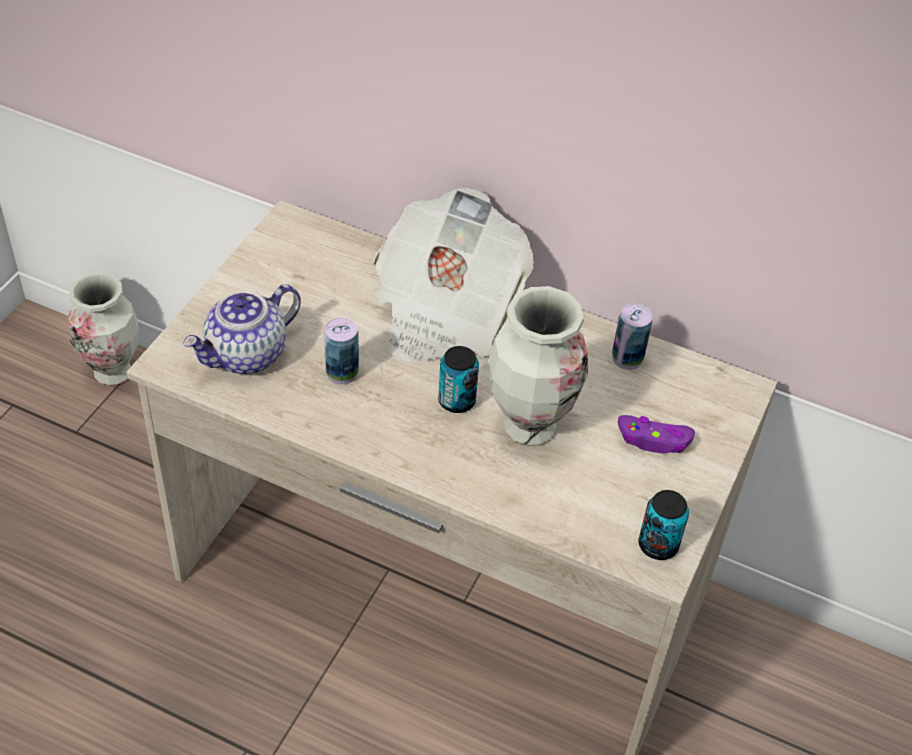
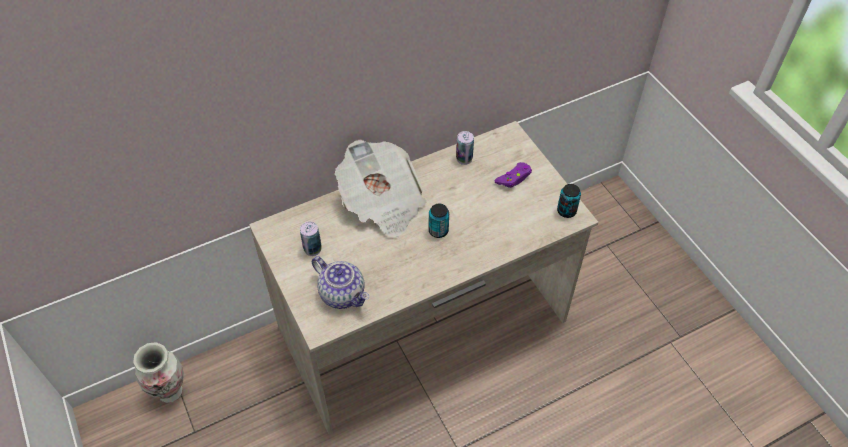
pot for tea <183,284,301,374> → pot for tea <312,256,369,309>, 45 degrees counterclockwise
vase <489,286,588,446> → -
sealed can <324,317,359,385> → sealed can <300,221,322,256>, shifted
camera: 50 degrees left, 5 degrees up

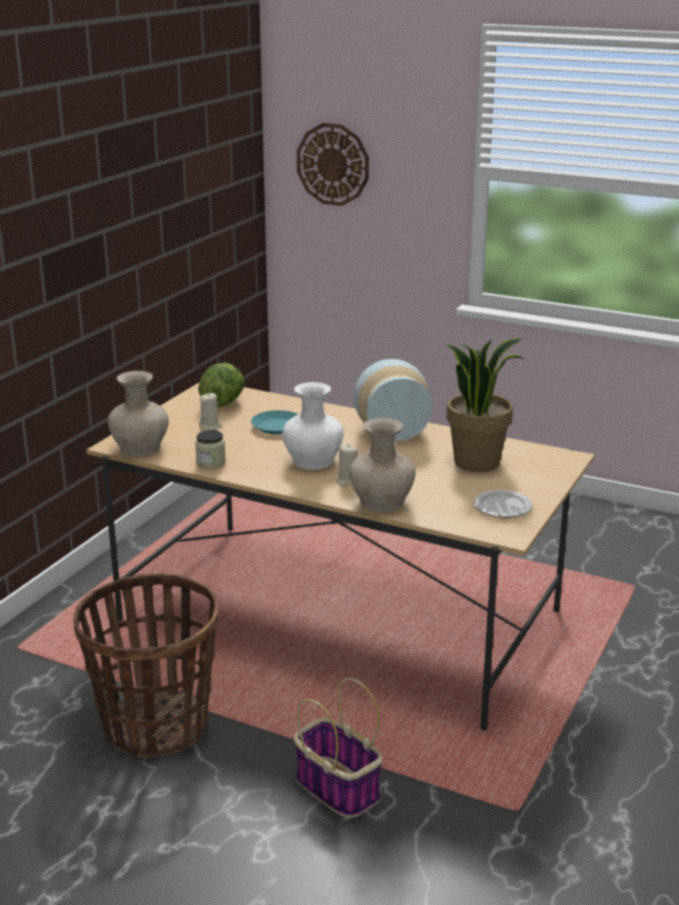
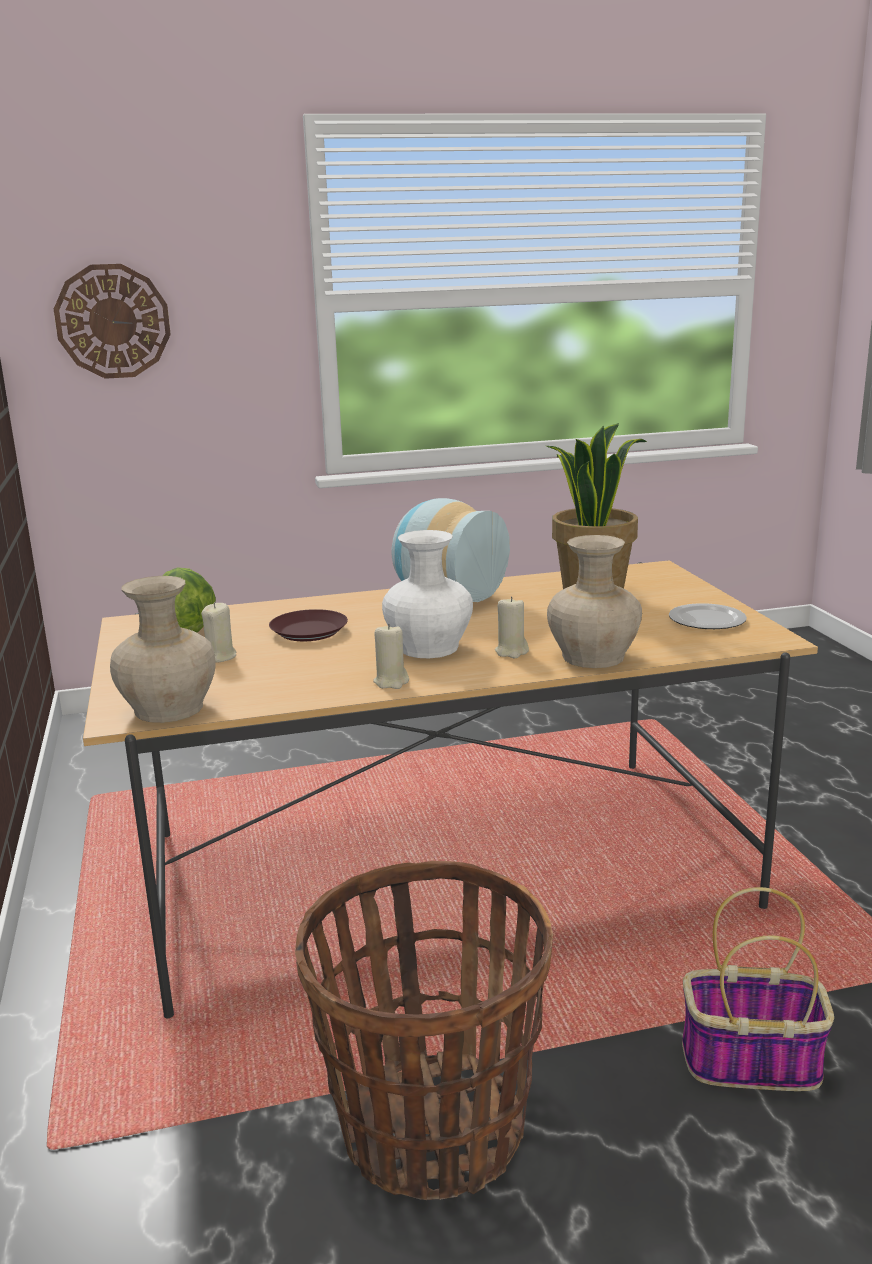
blue-green flat dish <251,410,299,435> → brownish flat dish <269,609,348,641>
jar <195,430,226,469> → -
- → sand-coloured candle <373,624,409,689>
camera: 40 degrees left, 5 degrees down

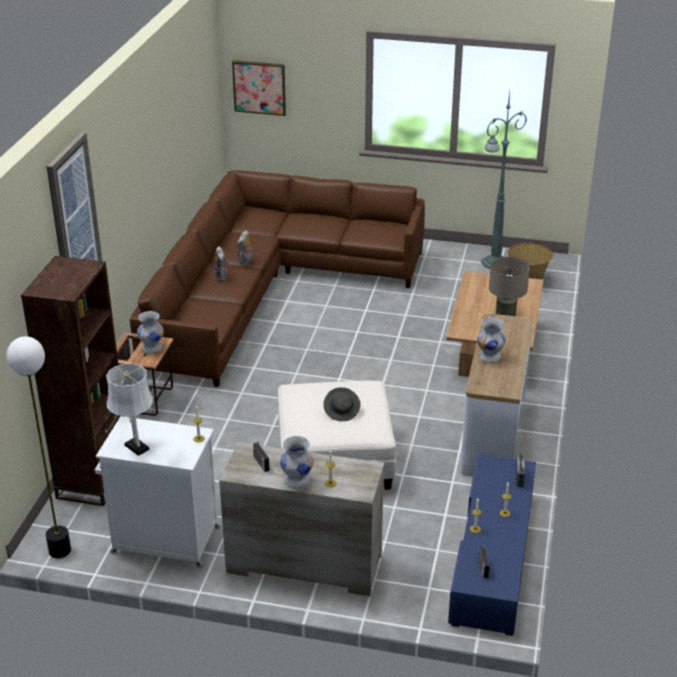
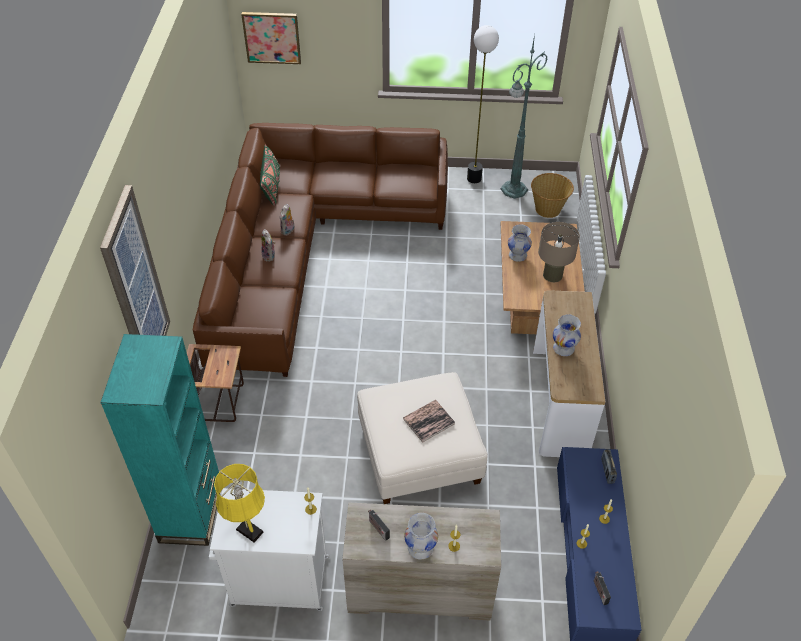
brownish bookcase <21,256,120,506> → blue-green bookcase <100,334,219,546>
white-coloured vase <137,311,164,354> → white-coloured vase <508,225,532,262>, shifted
standing lamp <7,336,71,558> → standing lamp <467,25,499,183>, shifted
white-coloured lamp for a table <107,363,153,456> → yellow lamp for a table <214,464,265,543>
greyish wearable hat <323,387,361,421> → bound book <403,400,455,443>
- → green pillow <260,145,280,206>
camera: 10 degrees left, 15 degrees up

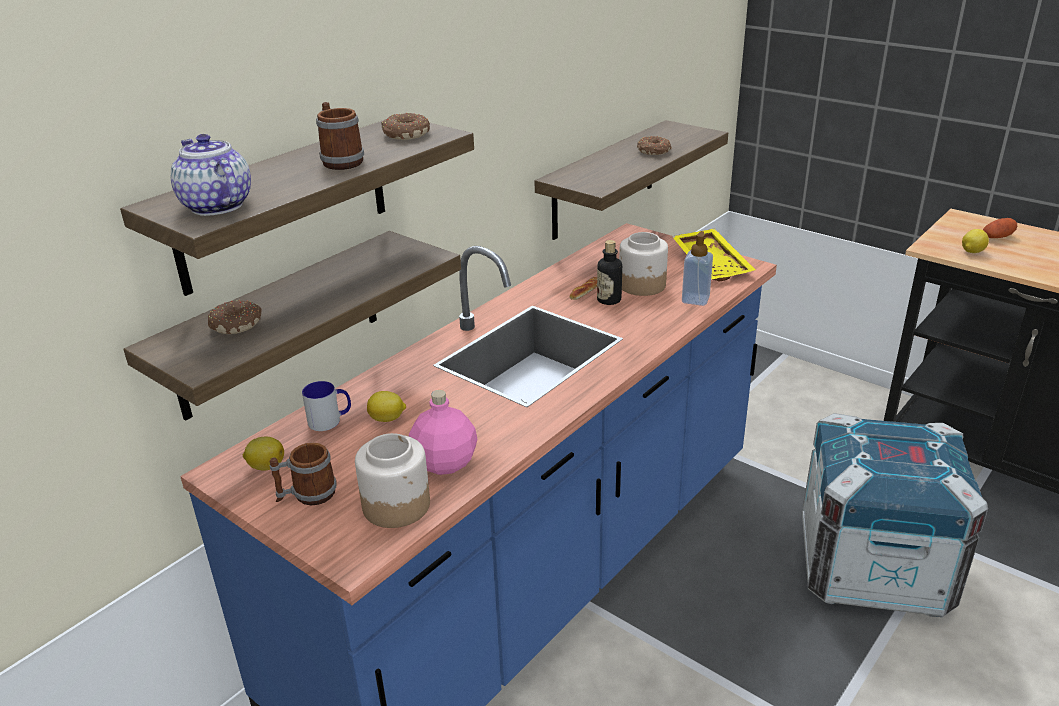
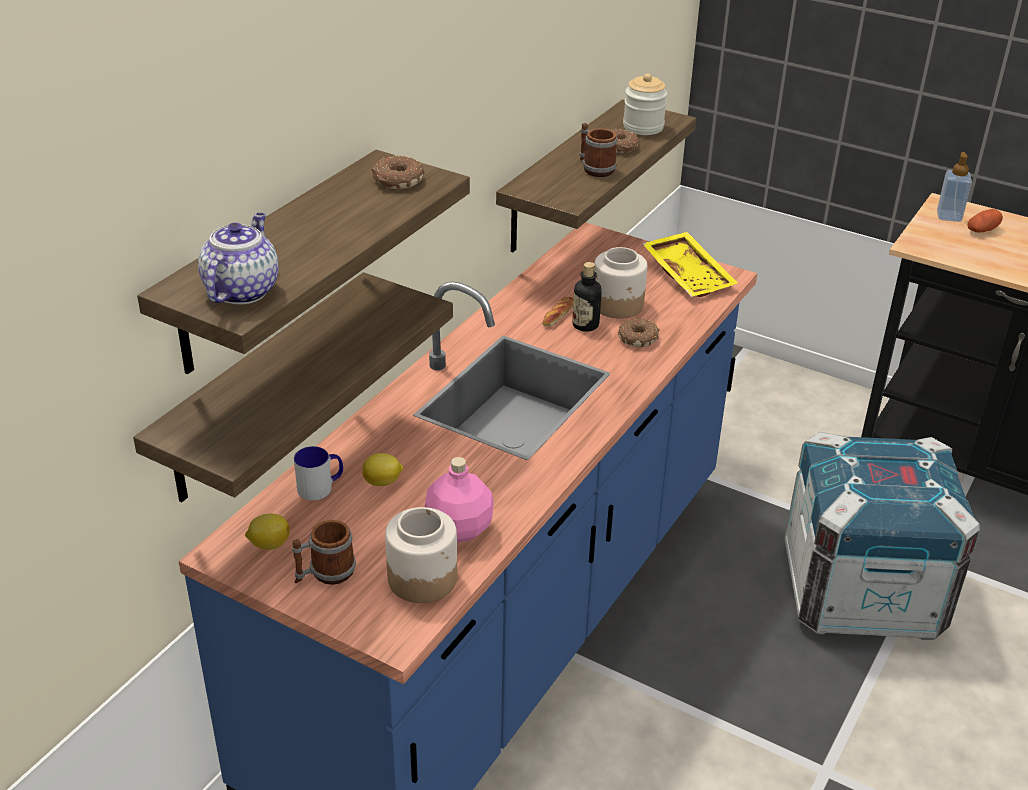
mug <316,102,364,170> → mug <580,123,617,177>, shifted
pot for tea <171,134,251,216> → pot for tea <198,213,279,304>, 60 degrees clockwise
whole lemon <962,229,989,253> → -
soap dispenser <682,231,713,306> → soap dispenser <937,152,972,222>, shifted
ring doughnut <208,300,262,334> → ring doughnut <618,318,660,347>, shifted
- → jar <623,73,667,135>
camera: 10 degrees left, 5 degrees up

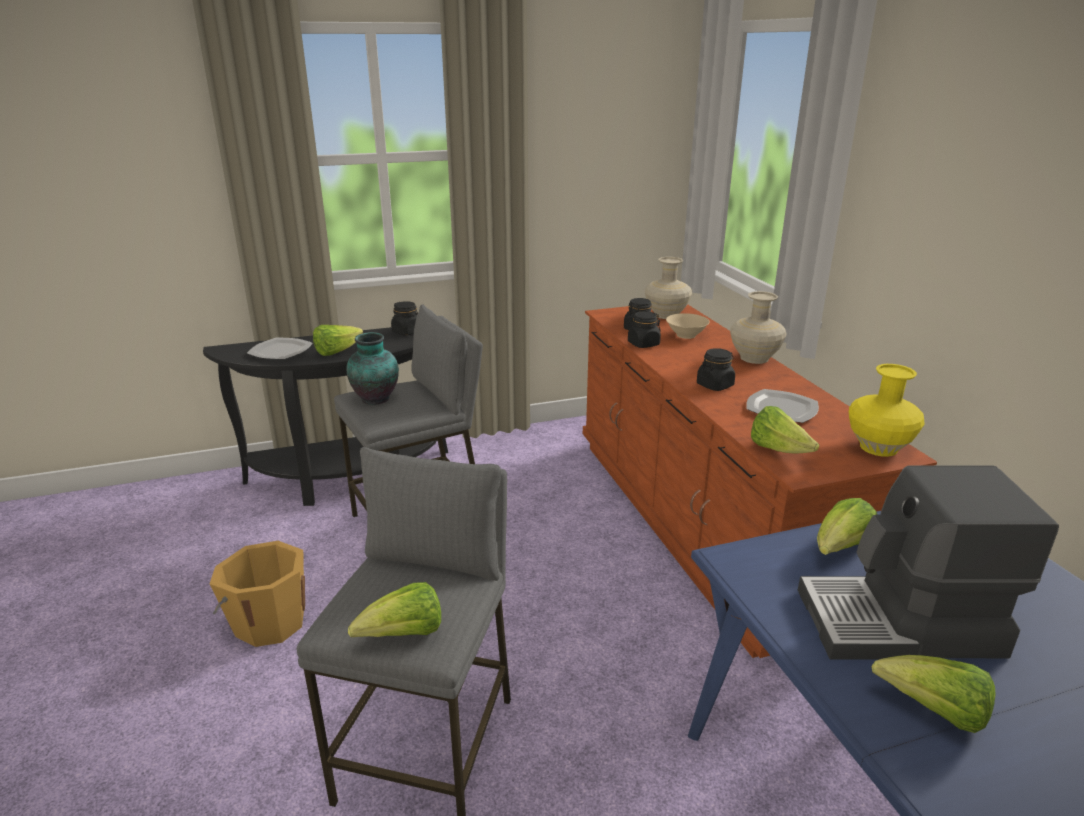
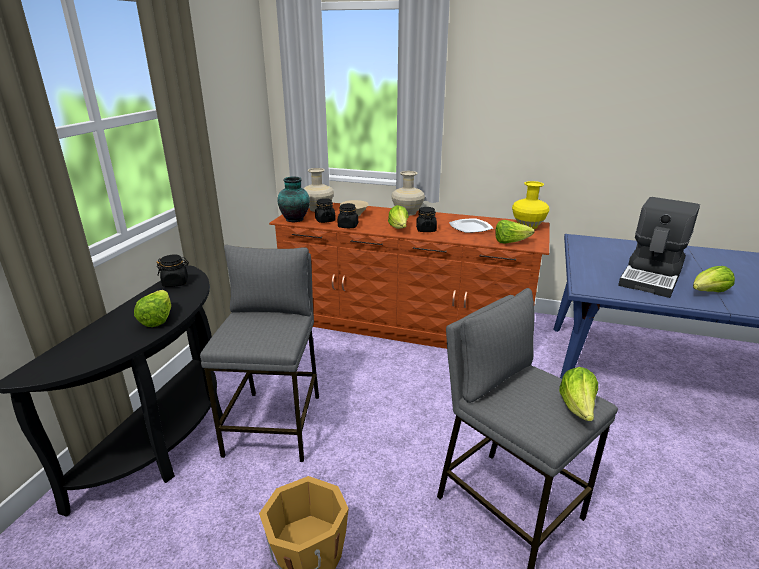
vase <346,332,399,405> → vase <277,176,310,222>, shifted
flat dish <247,338,313,359> → -
lettuce head <817,498,878,555> → lettuce head <388,205,409,229>, shifted
camera: 55 degrees left, 0 degrees up

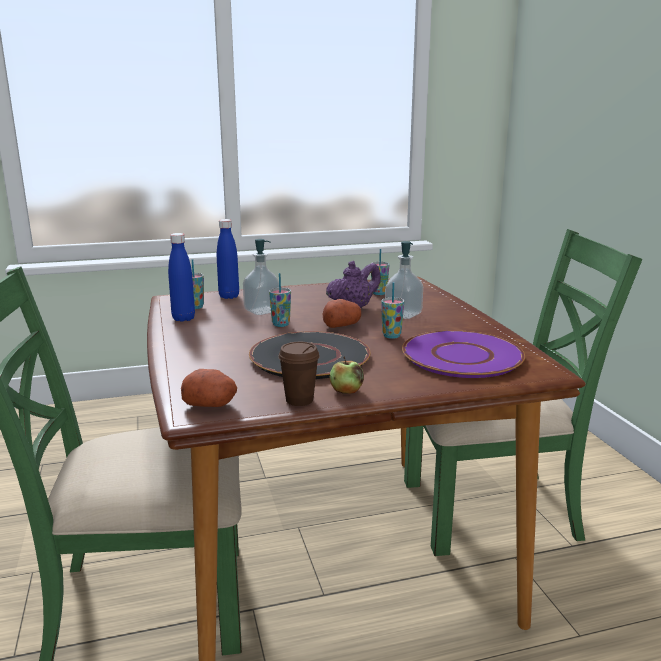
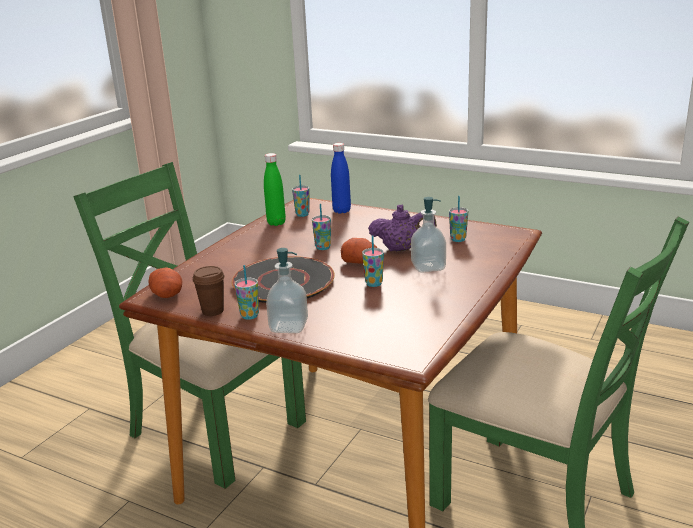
blue-coloured drink bottle <168,233,195,322> → green drink bottle <264,153,286,226>
soap dispenser <243,239,279,315> → soap dispenser <266,248,308,333>, shifted
purple flat dish <402,330,525,378> → -
apple fruit <330,357,364,394> → drinking cup <234,265,259,320>
camera: 45 degrees right, 5 degrees up

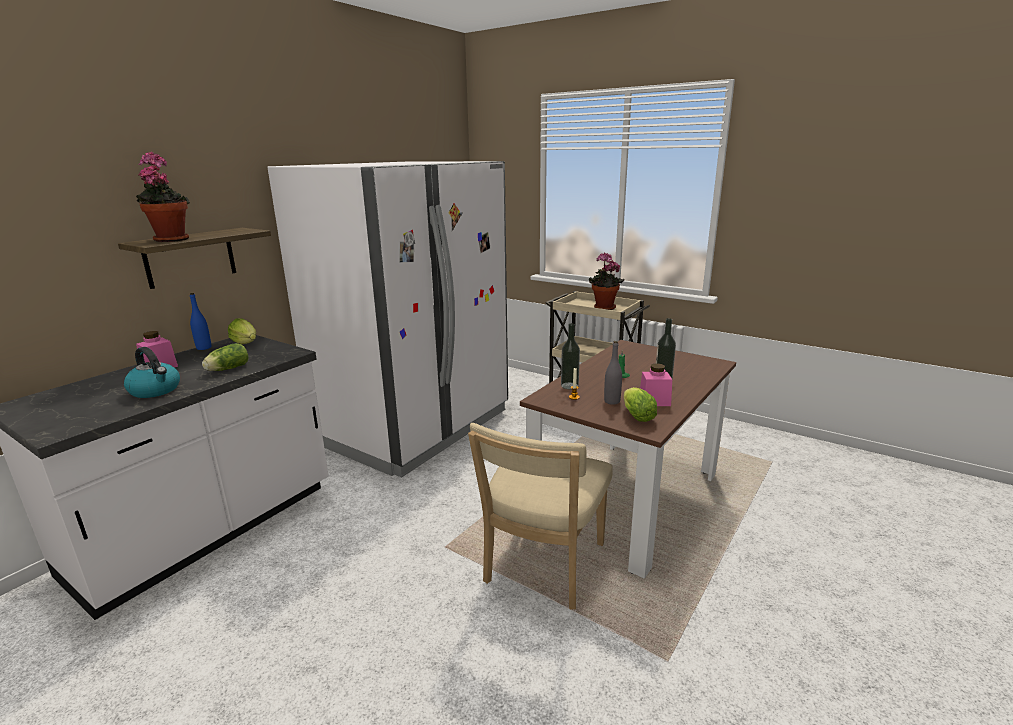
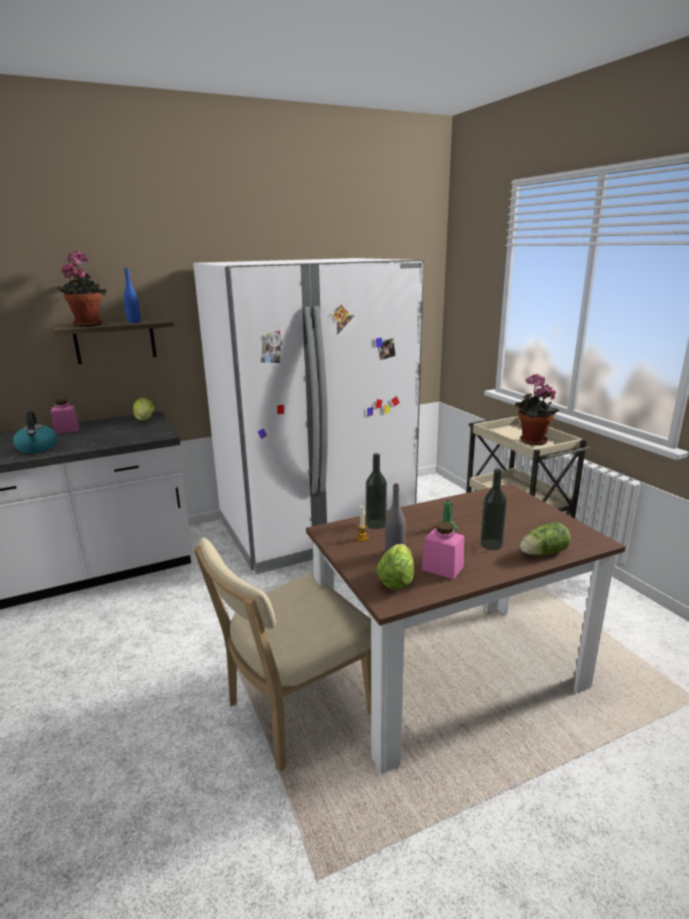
blue-coloured drink bottle <190,293,211,350> → blue-coloured drink bottle <124,268,141,323>, shifted
lettuce head <202,343,249,371> → lettuce head <520,522,571,555>, shifted
camera: 30 degrees right, 0 degrees up

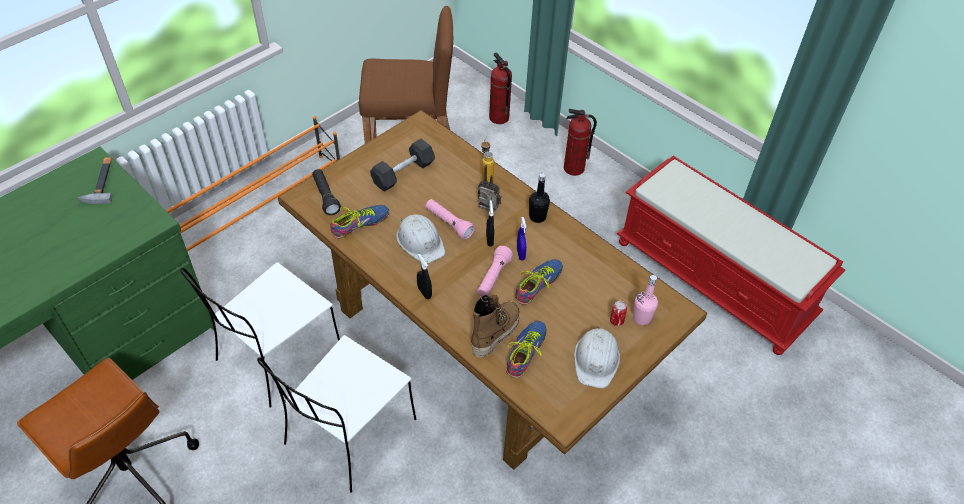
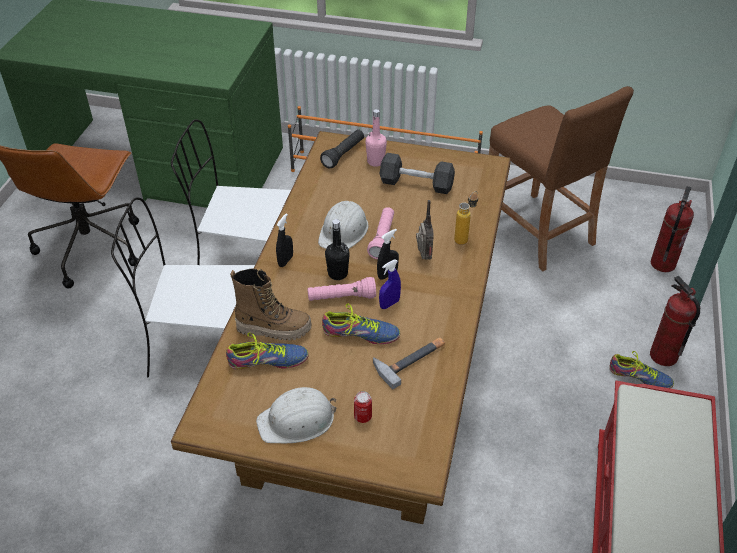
hammer <78,157,112,204> → hammer <373,338,445,389>, shifted
blackish drink bottle <529,173,550,223> → blackish drink bottle <325,219,350,280>, shifted
shoe <330,205,389,238> → shoe <609,351,674,388>, shifted
pink drink bottle <633,275,658,325> → pink drink bottle <365,109,387,167>, shifted
camera: 60 degrees right, 5 degrees down

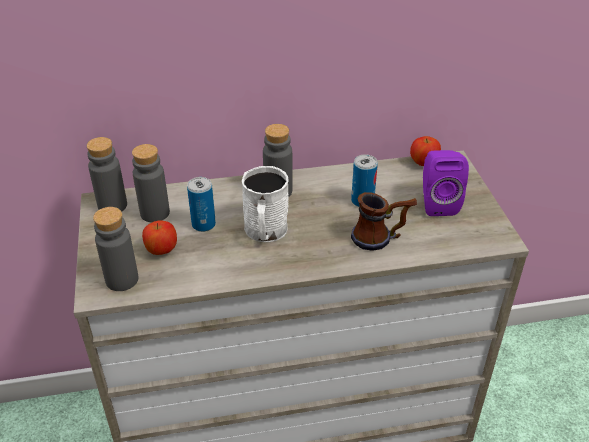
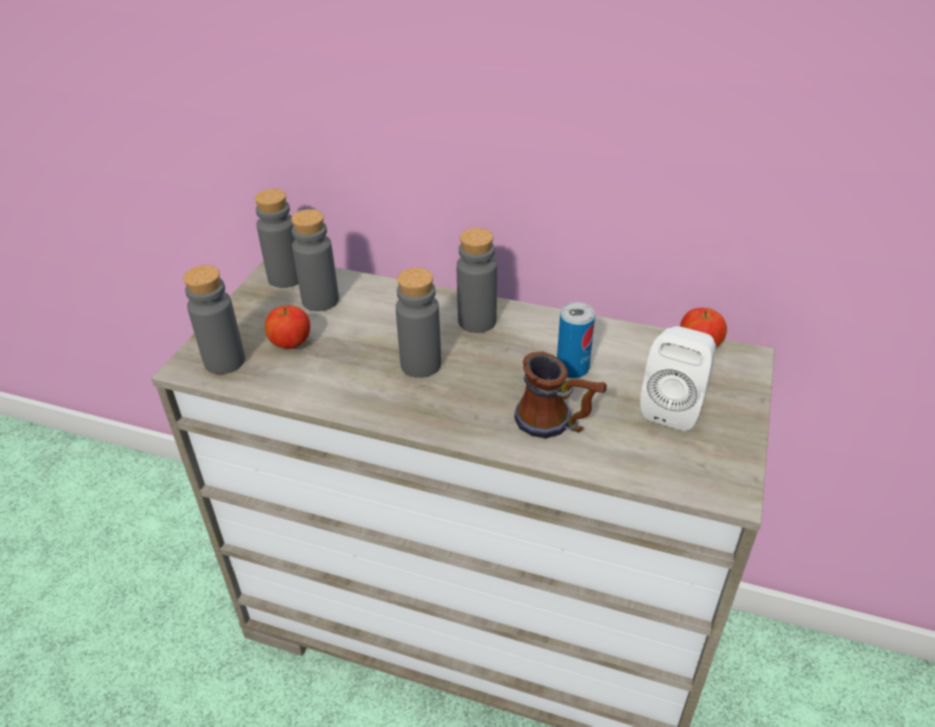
purple audio speaker <423,150,469,216> → white-coloured audio speaker <640,326,716,431>
white-coloured mug <242,166,289,242> → greyish drink bottle <396,268,441,378>
sealed can <187,177,216,232> → -
camera: 30 degrees right, 0 degrees up

